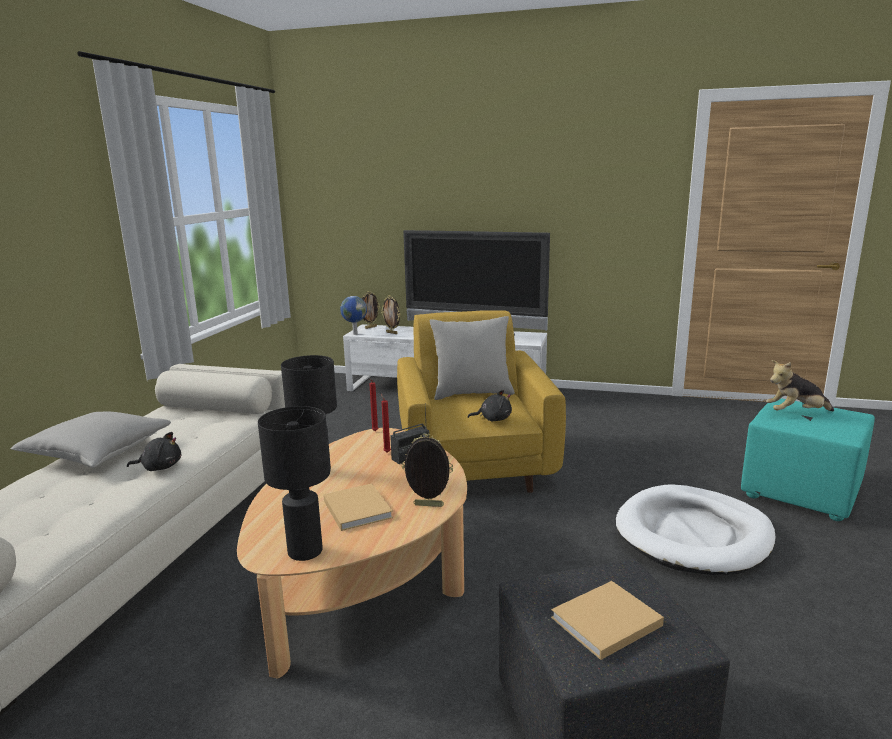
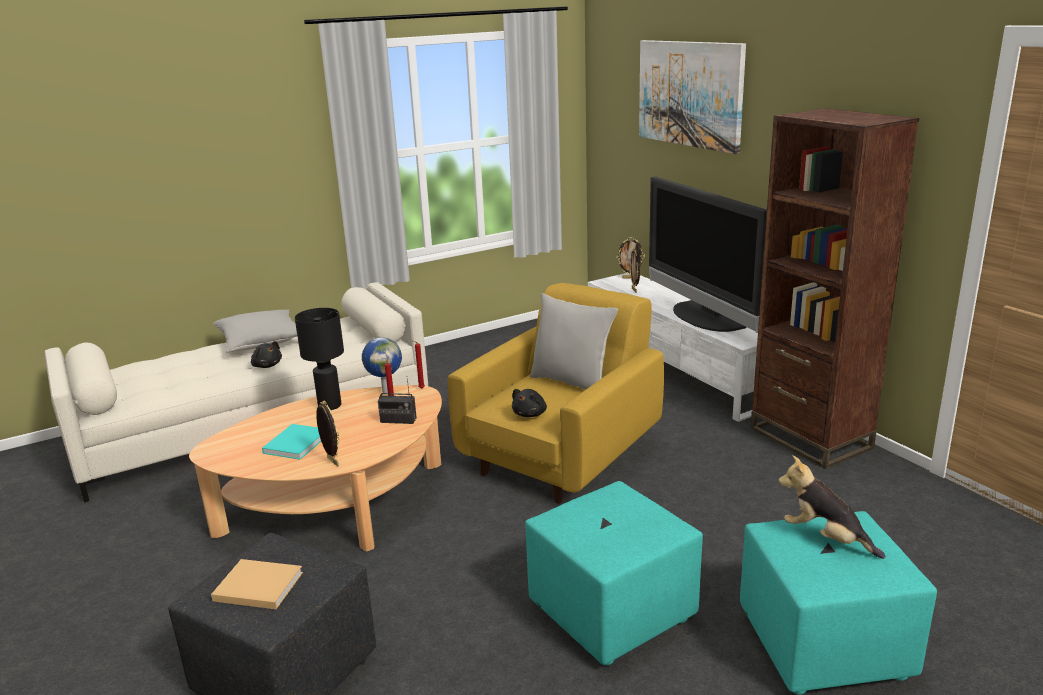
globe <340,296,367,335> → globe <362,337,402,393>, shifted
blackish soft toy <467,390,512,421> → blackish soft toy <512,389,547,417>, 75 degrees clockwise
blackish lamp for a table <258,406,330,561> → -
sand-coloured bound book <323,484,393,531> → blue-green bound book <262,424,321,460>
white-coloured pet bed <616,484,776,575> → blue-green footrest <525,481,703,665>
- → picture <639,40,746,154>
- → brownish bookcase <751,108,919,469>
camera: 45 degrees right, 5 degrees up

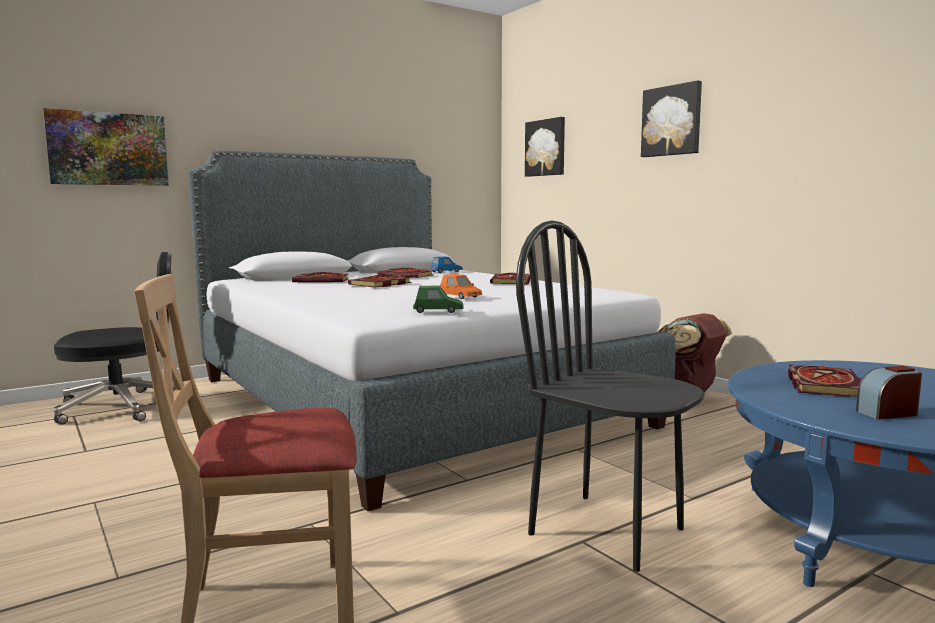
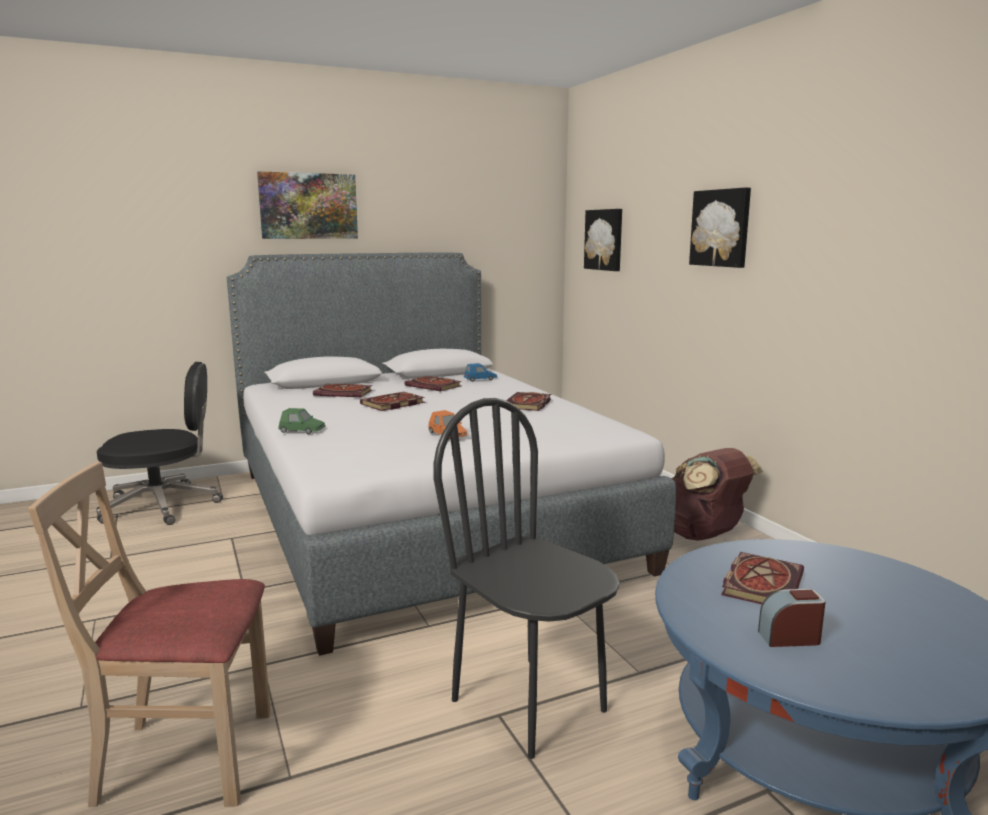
picture <43,108,169,186> → picture <257,171,358,239>, shifted
green miniature car <413,285,464,313> → green miniature car <278,408,326,434>, shifted
camera: 10 degrees right, 5 degrees up

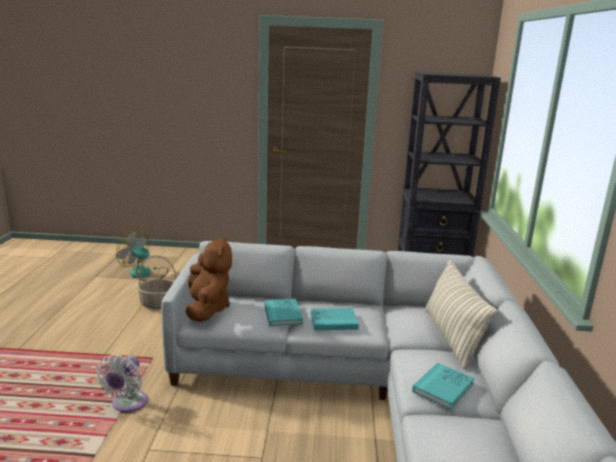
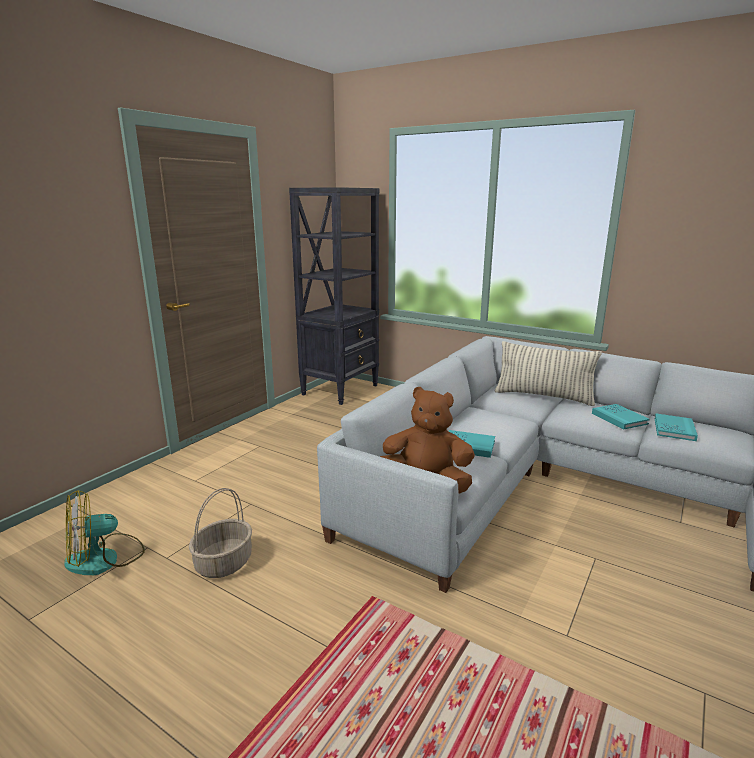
blue-green bound book <311,308,359,330> → blue-green bound book <655,413,698,441>, shifted
white-coloured cooling fan <96,355,148,413> → -
camera: 60 degrees left, 0 degrees up

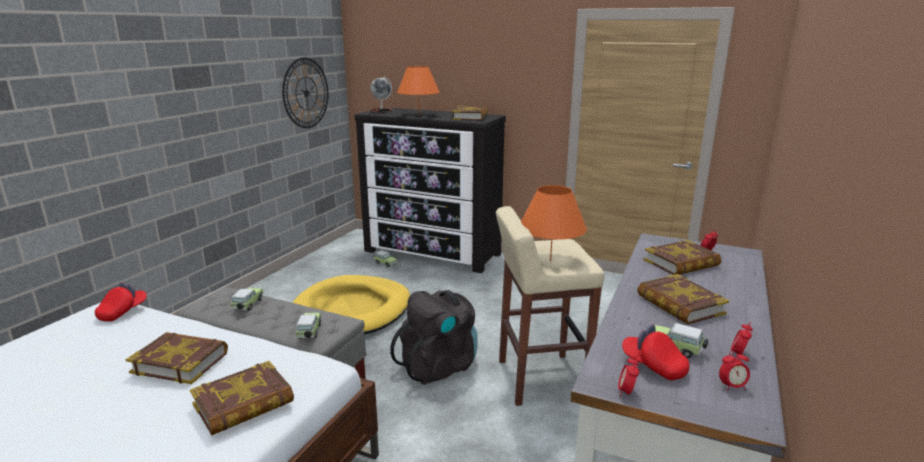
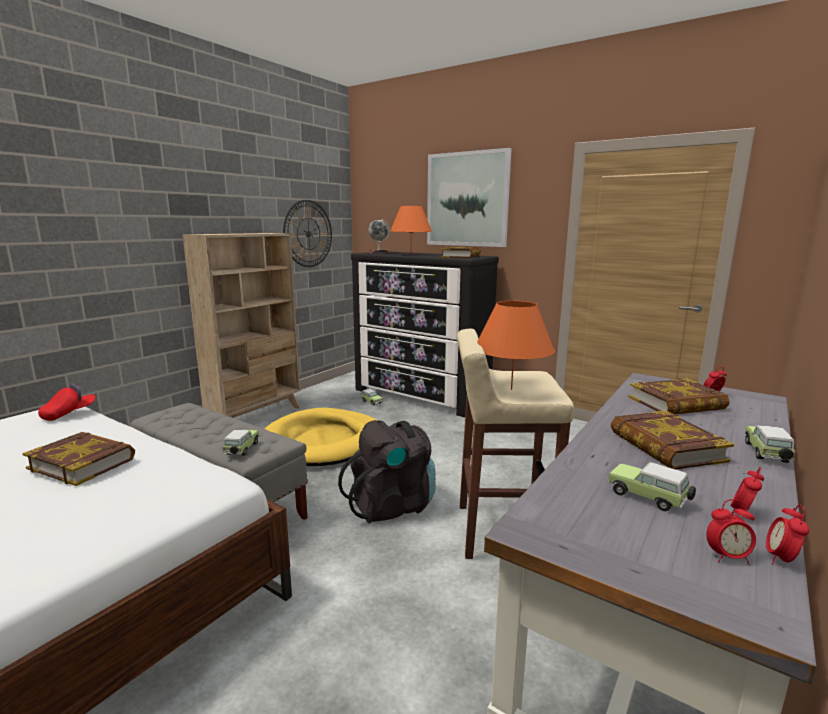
miniature car <231,288,263,311> → miniature car <745,425,795,463>, shifted
red-coloured cap <622,324,690,380> → -
table clock <618,356,639,397> → table clock <766,505,809,564>, shifted
bound book <190,361,294,435> → -
- → picture <427,148,512,247>
- → sand-coloured bookcase <183,233,300,418>
camera: 10 degrees right, 5 degrees down

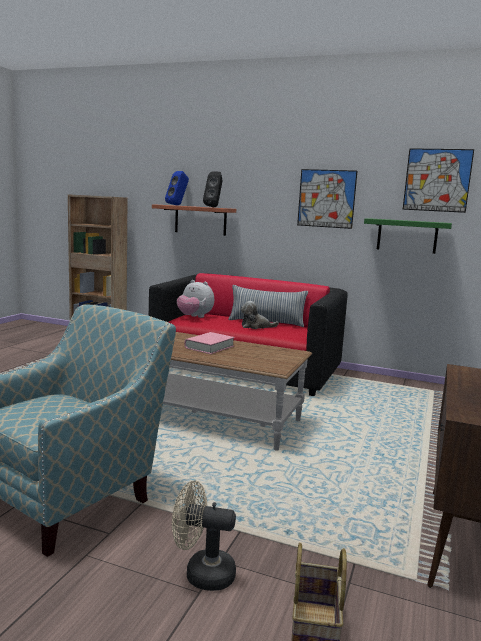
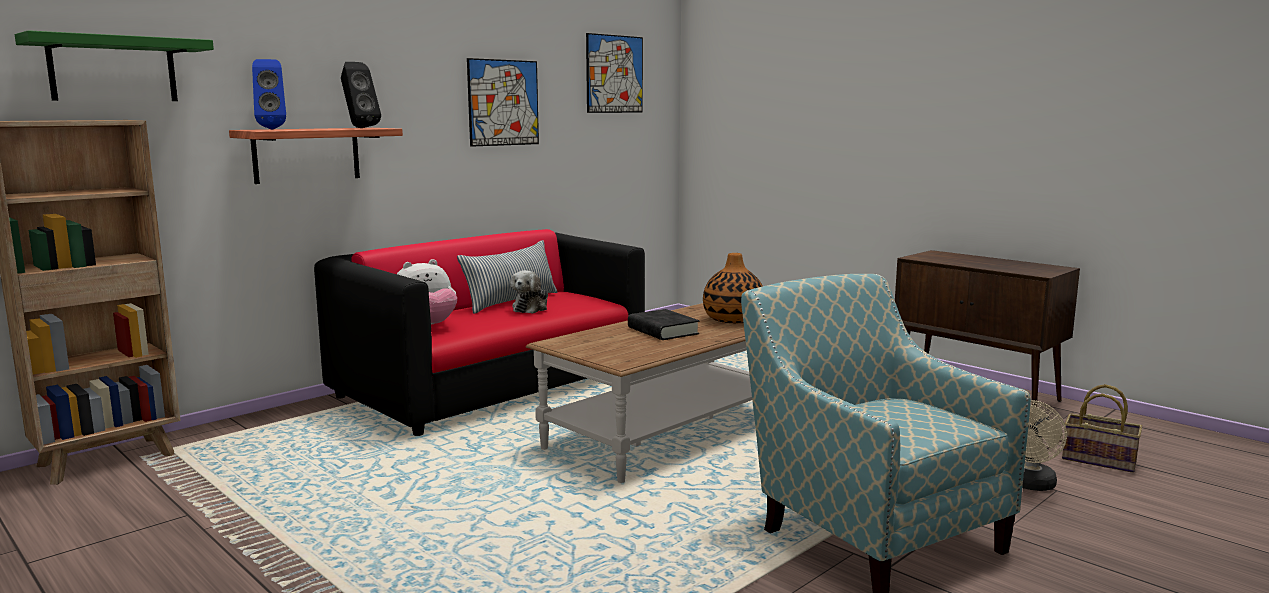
green shelf <364,218,452,254> → green shelf <15,30,214,101>, shifted
pink bound book <184,332,235,354> → blackish bound book <628,309,699,340>
- → vase <703,253,763,323>
camera: 65 degrees left, 0 degrees up

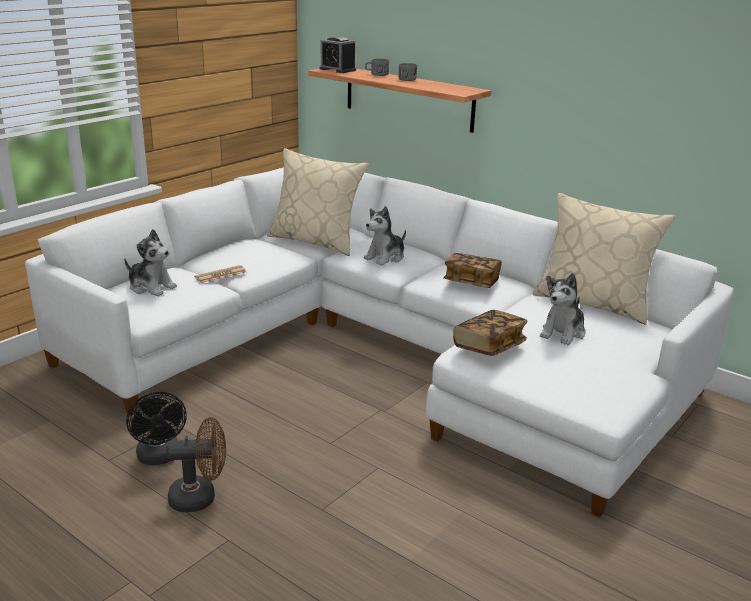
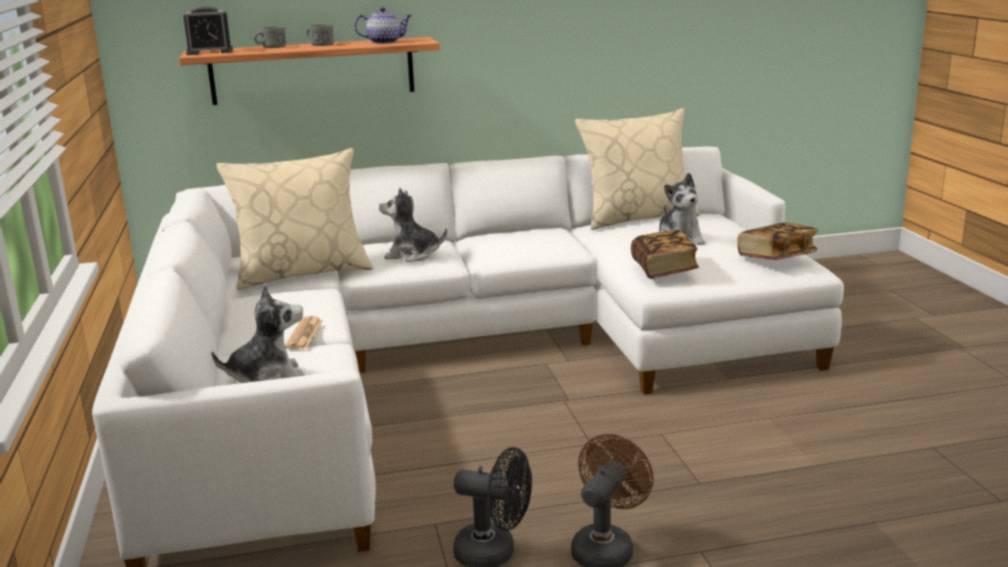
soft toy <364,206,406,266> → soft toy <379,188,447,262>, 105 degrees clockwise
bound book <443,253,502,288> → bound book <738,223,818,260>, shifted
- → pot for tea <354,7,412,44>
camera: 50 degrees left, 5 degrees down

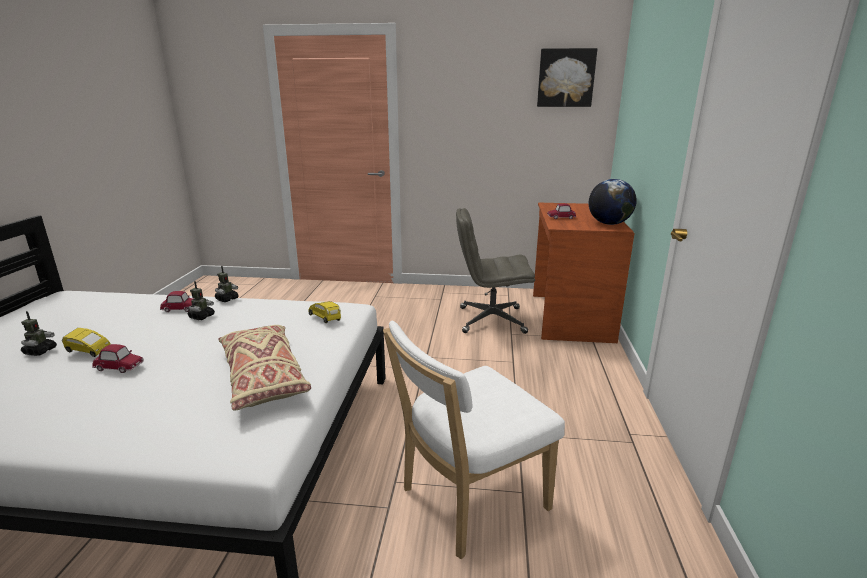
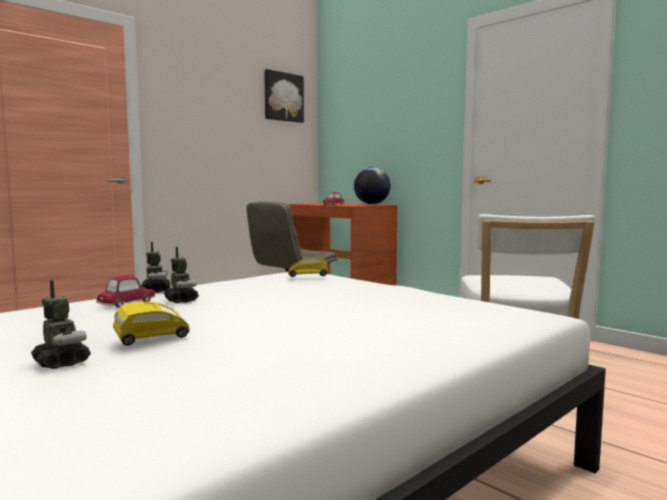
sand-coloured pillow <218,325,311,411> → -
miniature car <92,344,144,373> → -
camera: 50 degrees left, 15 degrees down

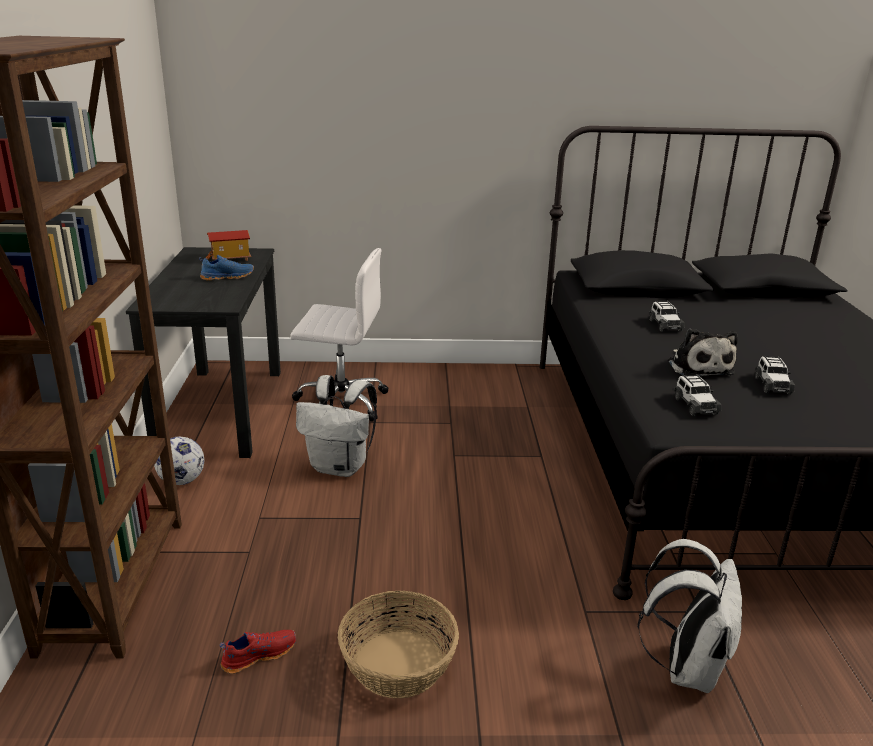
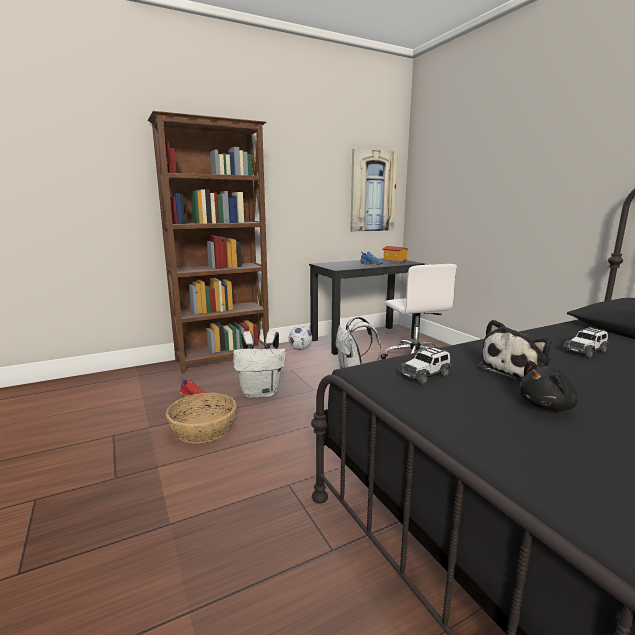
miniature car <755,356,795,395> → blackish soft toy <519,361,578,411>
white-coloured rucksack <637,539,742,693> → white-coloured rucksack <233,330,286,398>, shifted
- → picture <350,149,398,232>
camera: 65 degrees right, 10 degrees down

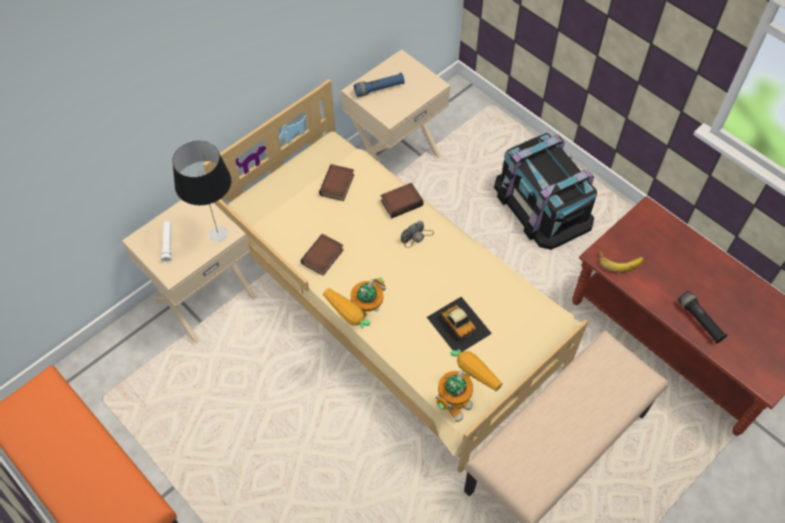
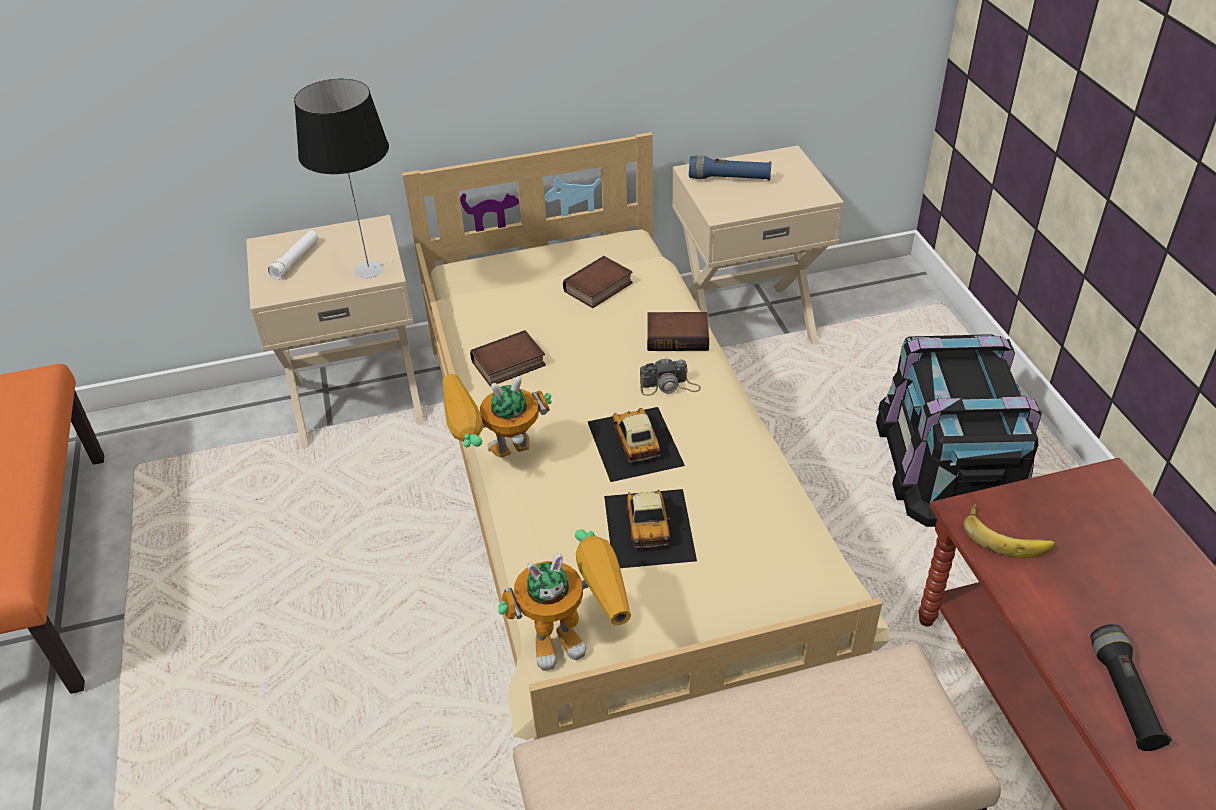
- → miniature car <588,407,685,482>
camera: 30 degrees right, 15 degrees down

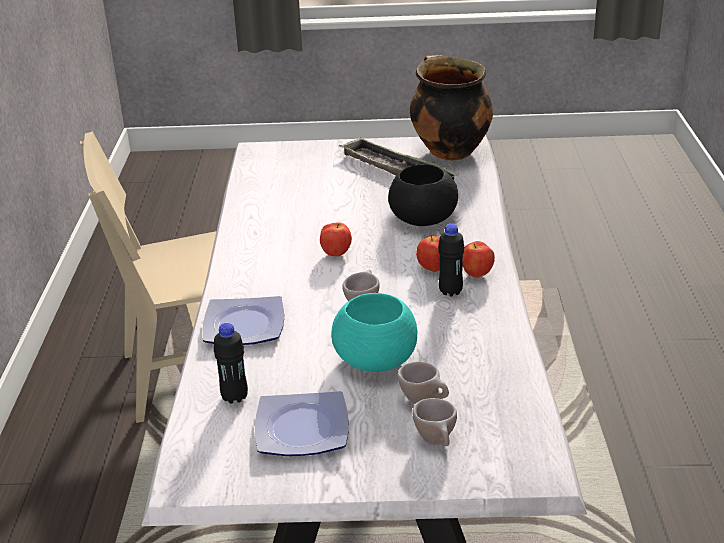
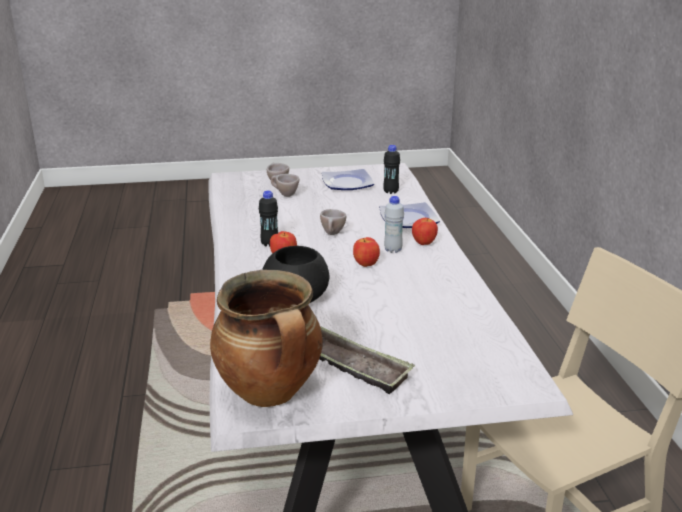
apple fruit <463,241,495,278> → apple fruit <412,217,438,245>, shifted
blue-green serving bowl <331,293,417,372> → -
- → white-coloured drink bottle <384,196,404,253>
camera: 170 degrees right, 5 degrees down

